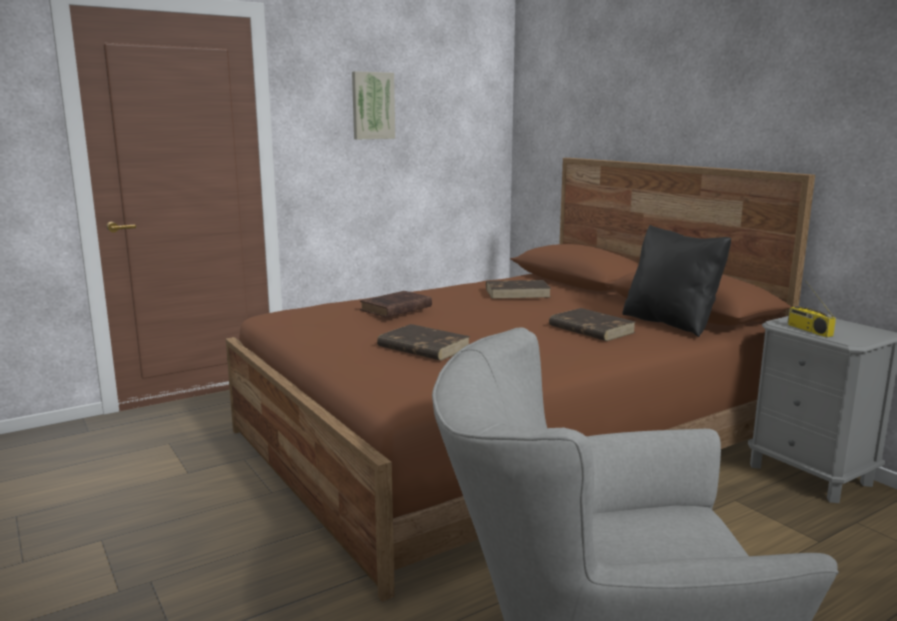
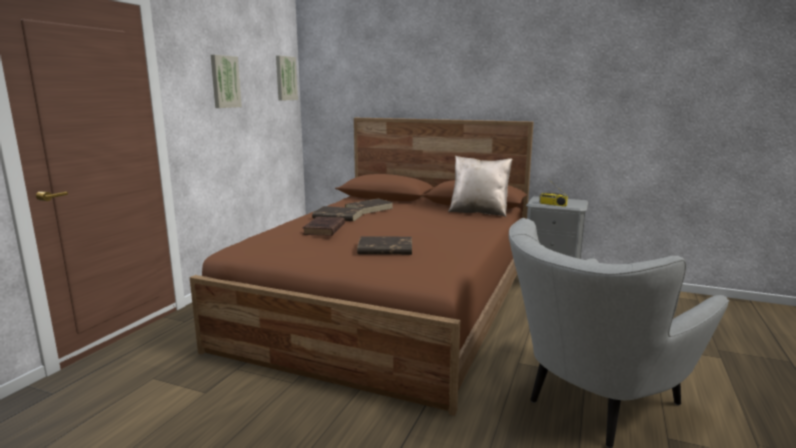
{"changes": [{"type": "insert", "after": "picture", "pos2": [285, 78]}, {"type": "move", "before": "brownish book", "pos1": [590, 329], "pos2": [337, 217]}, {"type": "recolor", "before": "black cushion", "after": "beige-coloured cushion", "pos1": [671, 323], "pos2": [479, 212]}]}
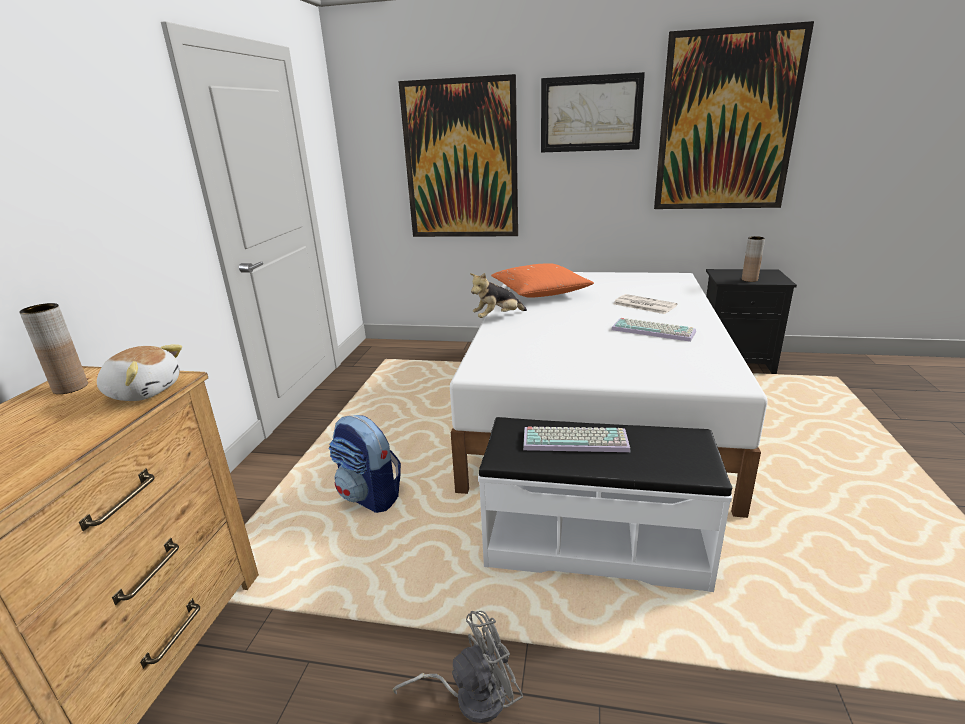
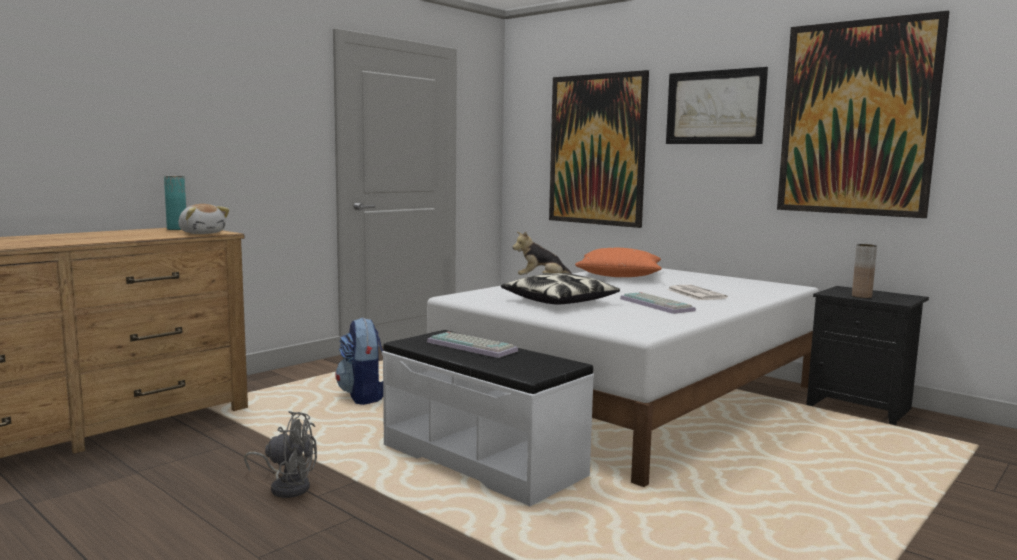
{"changes": [{"type": "recolor", "before": "brownish decorative vase", "after": "turquoise decorative vase", "pos1": [70, 387], "pos2": [177, 229]}, {"type": "insert", "after": "cushion", "pos2": [559, 301]}]}
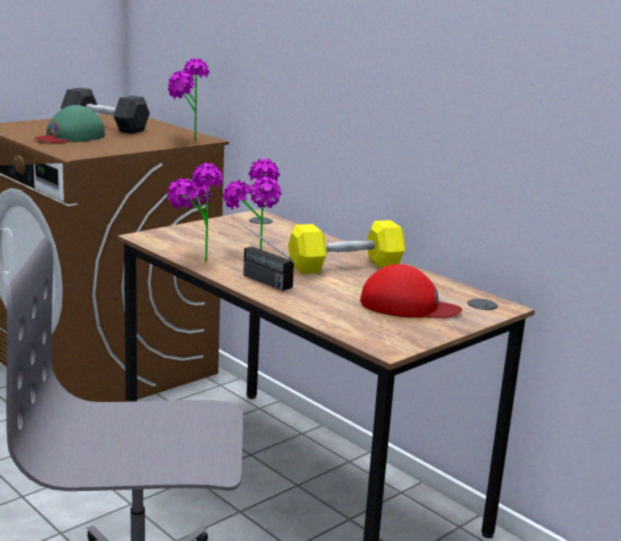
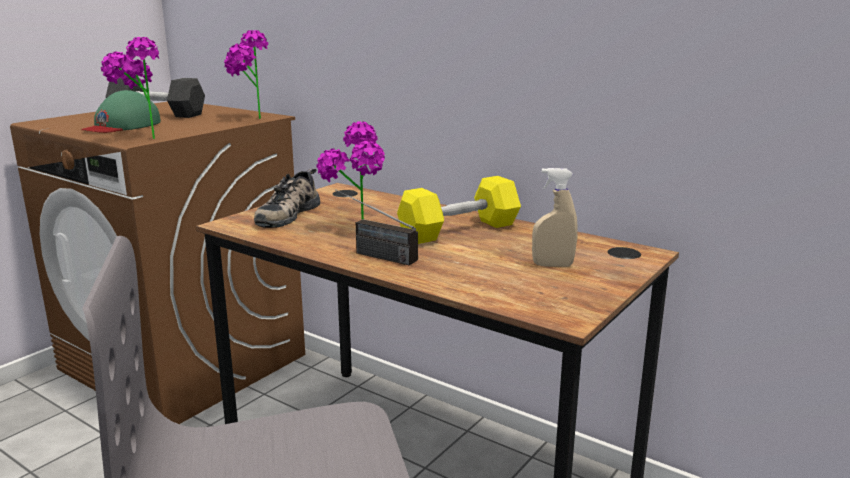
{"changes": [{"type": "move", "before": "plant in a pot", "pos1": [193, 260], "pos2": [140, 139]}, {"type": "insert", "after": "low shoe", "pos2": [287, 214]}, {"type": "replace", "before": "reddish baseball cap", "after": "beige-coloured sprayer", "pos1": [408, 306], "pos2": [552, 265]}]}
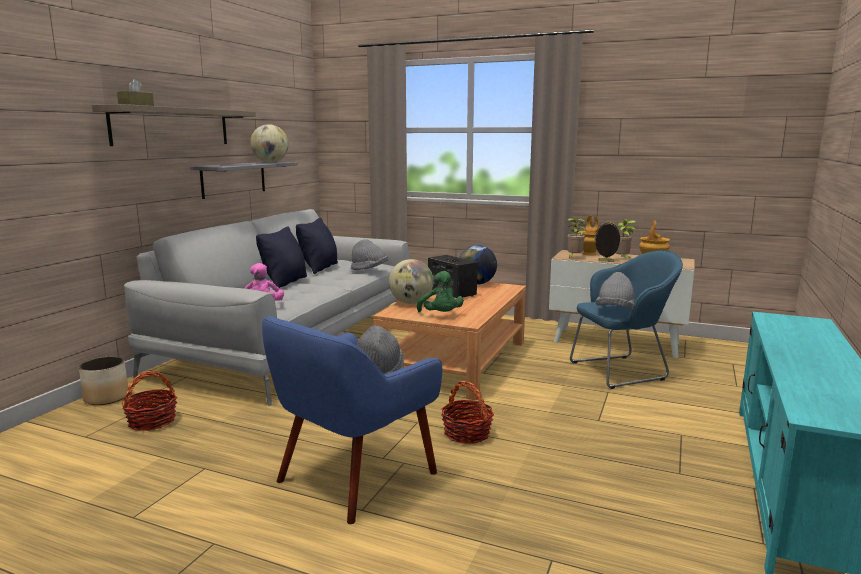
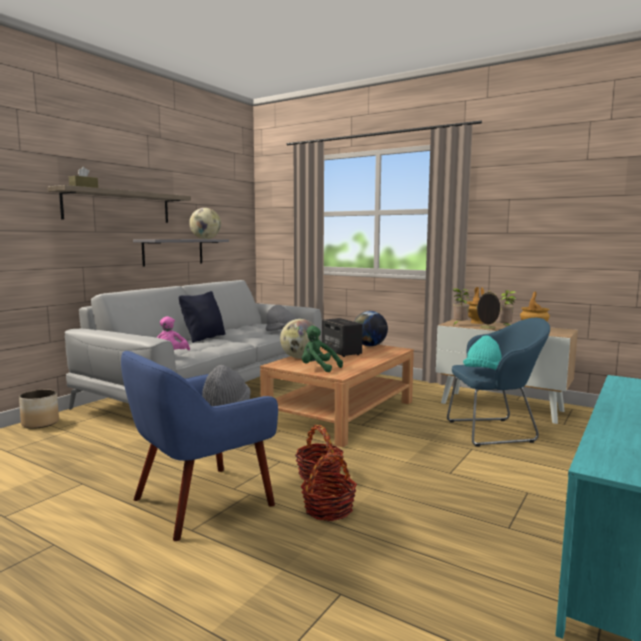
{"changes": [{"type": "move", "before": "basket", "pos1": [152, 421], "pos2": [328, 509]}, {"type": "rotate", "before": "green-coloured plush toy", "pos1": [441, 315], "pos2": [318, 368], "turn": 135}, {"type": "recolor", "before": "gray wearable hat", "after": "turquoise wearable hat", "pos1": [615, 311], "pos2": [483, 372]}, {"type": "delete", "before": "black cushion", "pos1": [319, 268]}]}
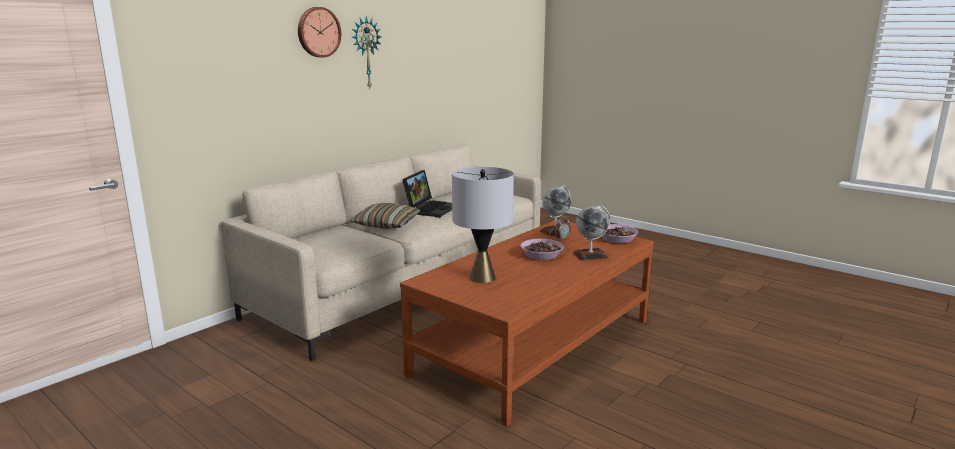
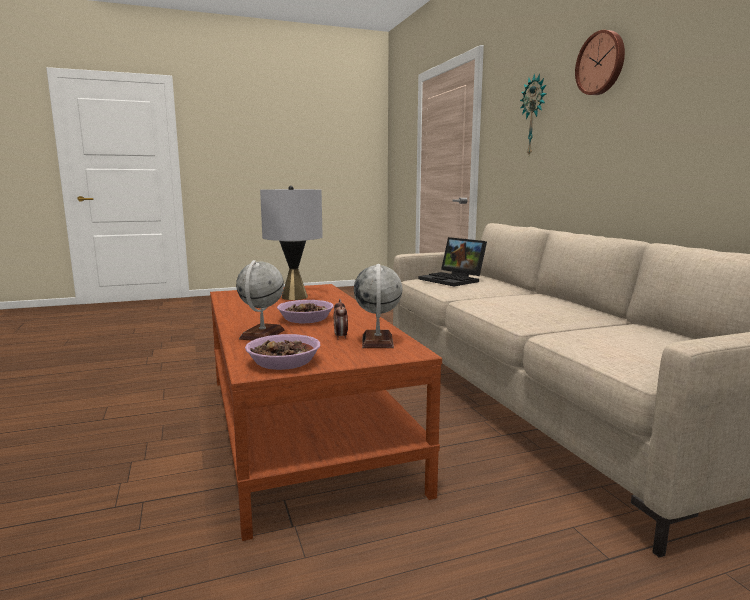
{"changes": [{"type": "move", "before": "notebook computer", "pos1": [430, 209], "pos2": [453, 280]}, {"type": "move", "before": "clock on the wall", "pos1": [365, 53], "pos2": [534, 115]}, {"type": "delete", "before": "cushion", "pos1": [387, 224]}]}
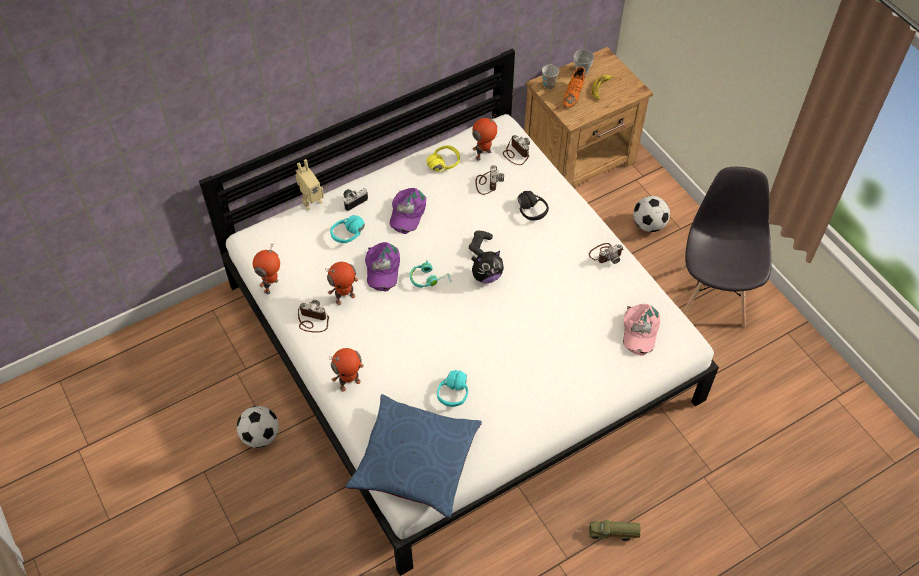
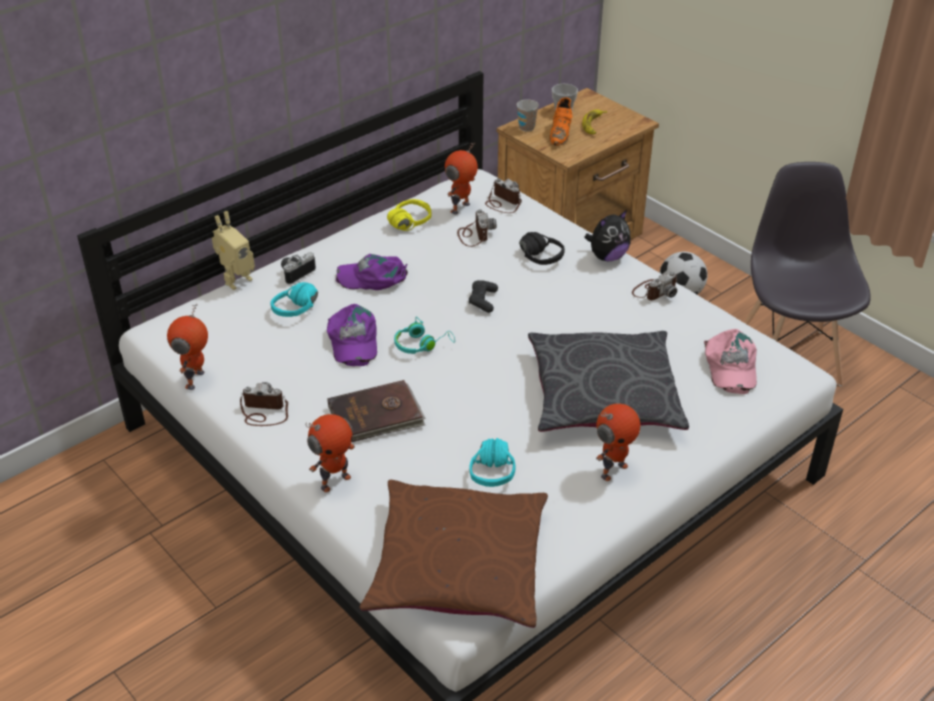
{"changes": [{"type": "insert", "after": "brownish book", "pos2": [376, 416]}, {"type": "rotate", "before": "purple-coloured baseball cap", "pos1": [407, 212], "pos2": [373, 277], "turn": 90}, {"type": "recolor", "before": "blue cushion", "after": "brownish cushion", "pos1": [415, 461], "pos2": [457, 566]}, {"type": "insert", "after": "gray cushion", "pos2": [603, 396]}, {"type": "move", "before": "plush toy", "pos1": [486, 276], "pos2": [607, 257]}, {"type": "move", "before": "model robot", "pos1": [345, 298], "pos2": [613, 470]}, {"type": "delete", "before": "ball for football", "pos1": [260, 436]}, {"type": "delete", "before": "model truck", "pos1": [613, 534]}]}
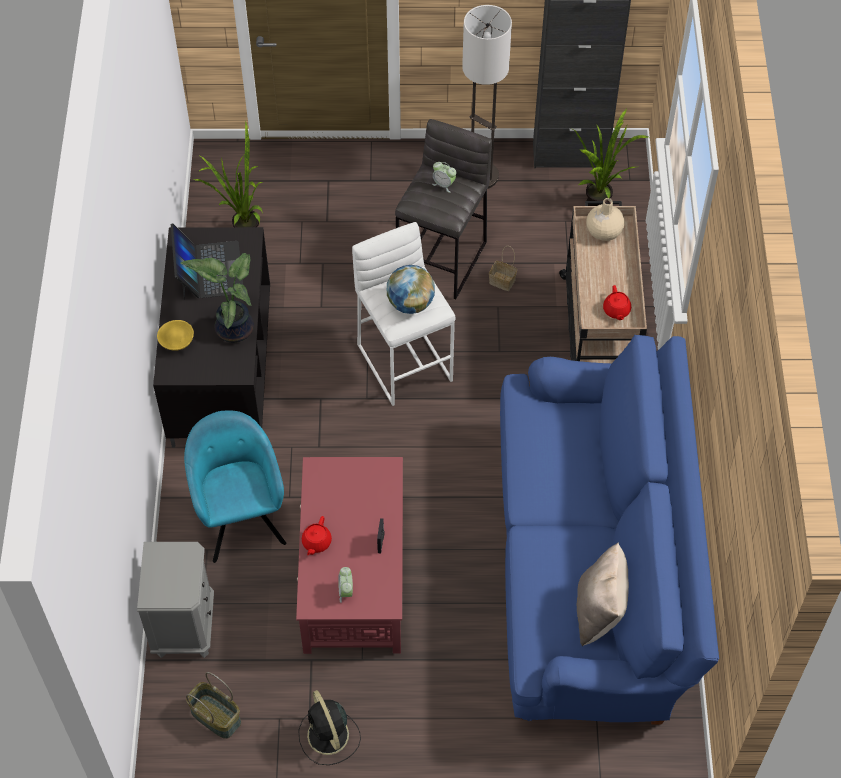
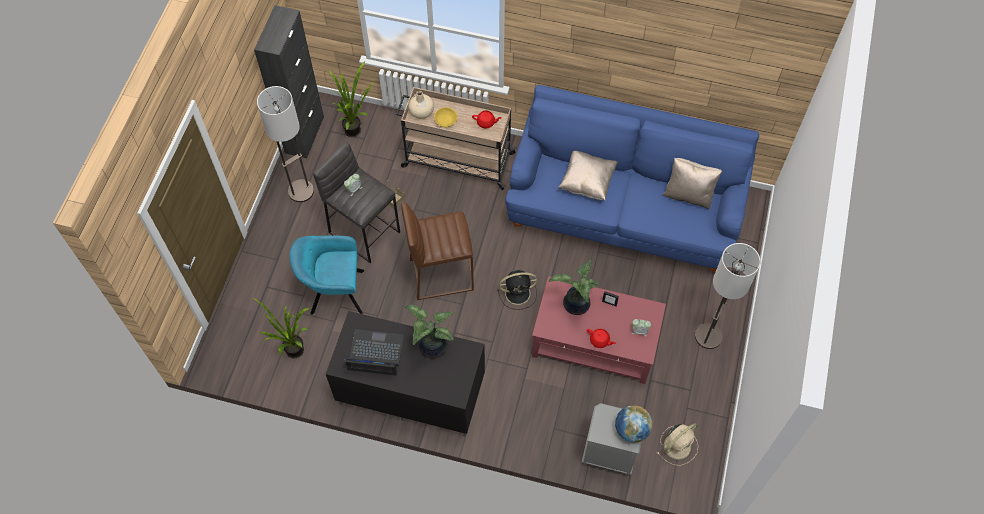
{"changes": [{"type": "move", "before": "turquoise lounge chair", "pos1": [240, 516], "pos2": [334, 292]}, {"type": "recolor", "before": "white-coloured stool", "after": "brownish stool", "pos1": [405, 361], "pos2": [440, 274]}, {"type": "move", "before": "yellow serving bowl", "pos1": [177, 342], "pos2": [446, 121]}, {"type": "move", "before": "black fan", "pos1": [329, 737], "pos2": [519, 293]}, {"type": "insert", "after": "plant in a pot", "pos2": [575, 305]}, {"type": "insert", "after": "beige-coloured cushion", "pos2": [587, 182]}, {"type": "move", "before": "desk globe", "pos1": [410, 303], "pos2": [631, 430]}, {"type": "replace", "before": "basket", "after": "beige-coloured fan", "pos1": [216, 716], "pos2": [678, 445]}, {"type": "insert", "after": "floor lamp", "pos2": [708, 336]}]}
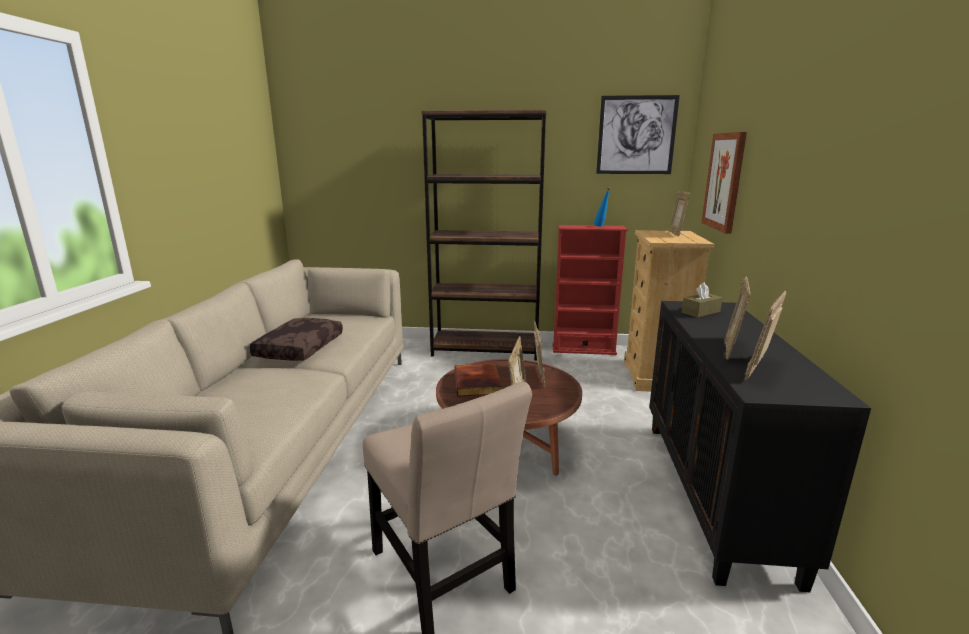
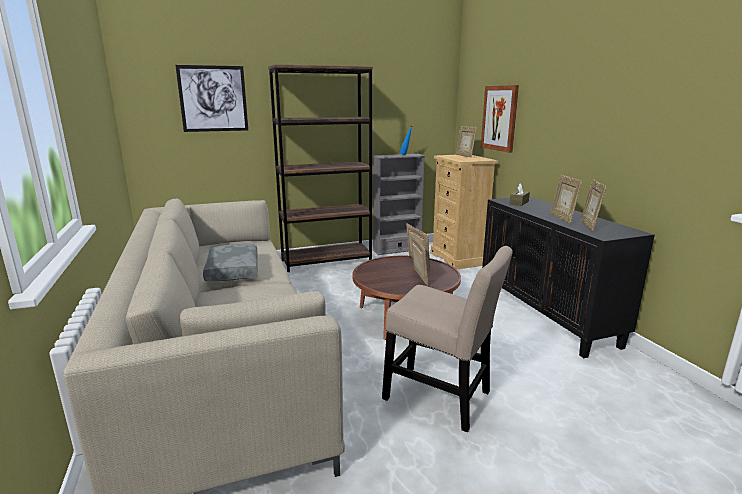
{"changes": [{"type": "move", "before": "picture", "pos1": [636, 135], "pos2": [213, 99]}, {"type": "recolor", "before": "brownish cushion", "after": "gray cushion", "pos1": [299, 348], "pos2": [232, 270]}, {"type": "recolor", "before": "reddish bookshelf", "after": "gray bookshelf", "pos1": [583, 349], "pos2": [397, 250]}, {"type": "delete", "before": "book", "pos1": [478, 383]}]}
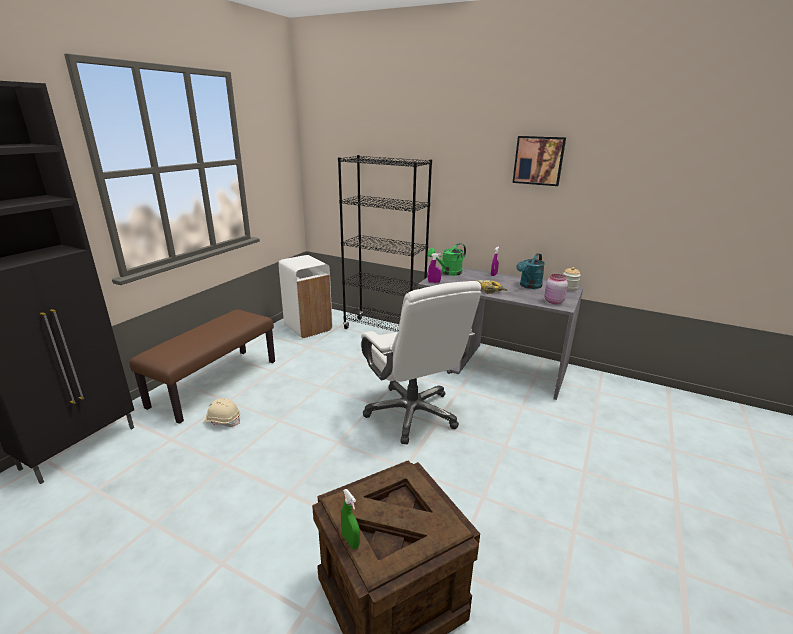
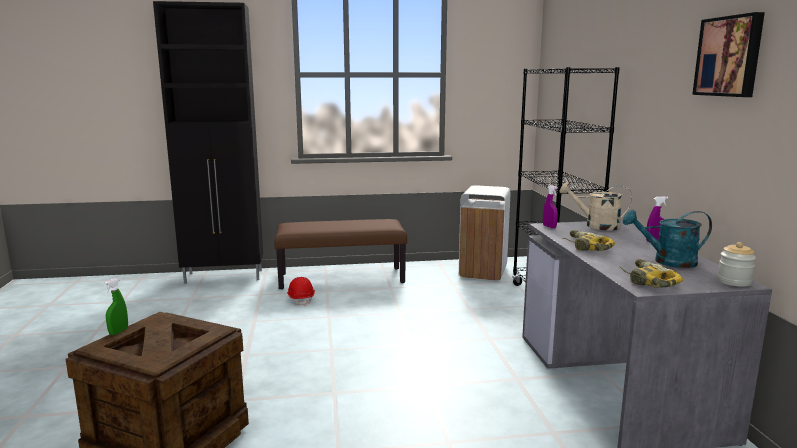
{"changes": [{"type": "recolor", "before": "beige-coloured safety helmet", "after": "reddish safety helmet", "pos1": [222, 420], "pos2": [301, 299]}, {"type": "recolor", "before": "green-coloured watering pot", "after": "beige-coloured watering pot", "pos1": [448, 273], "pos2": [596, 226]}, {"type": "replace", "before": "pink jar", "after": "drill", "pos1": [553, 301], "pos2": [646, 281]}, {"type": "delete", "before": "white-coloured desk chair", "pos1": [412, 413]}]}
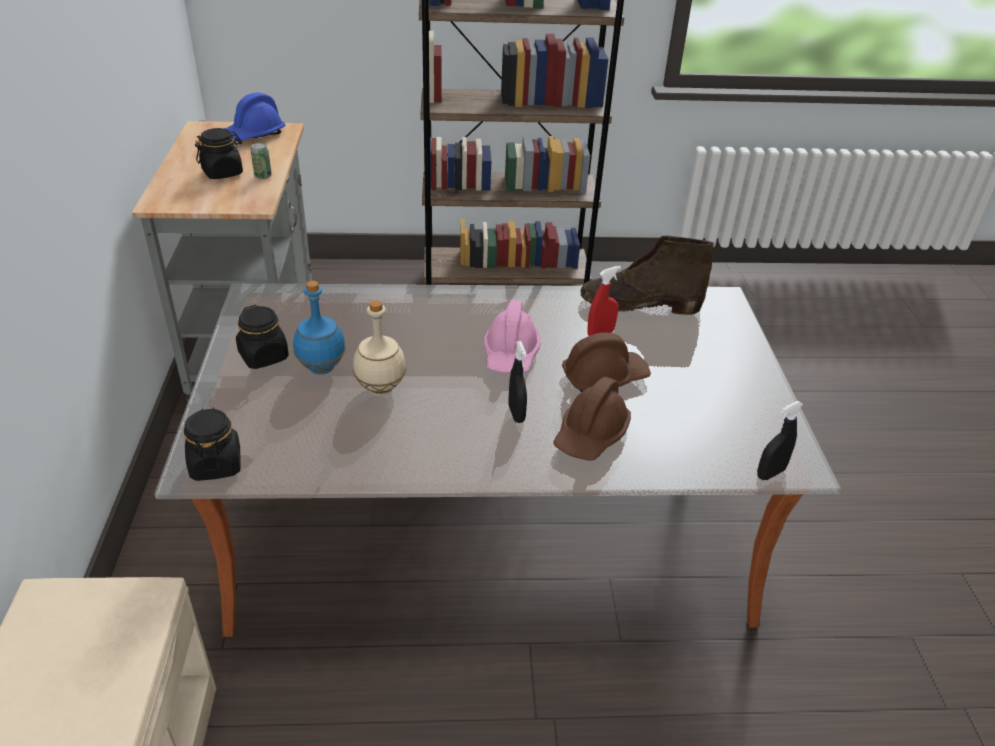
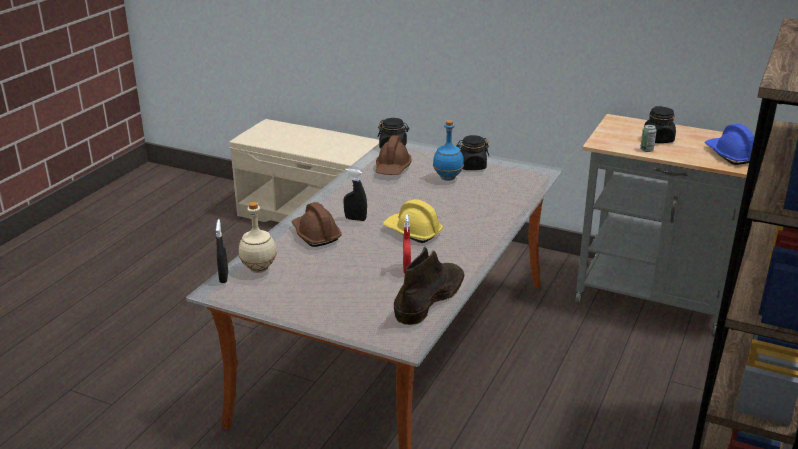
{"changes": [{"type": "move", "before": "beige-coloured drink bottle", "pos1": [380, 389], "pos2": [258, 269]}, {"type": "move", "before": "brownish safety helmet", "pos1": [604, 377], "pos2": [393, 168]}, {"type": "recolor", "before": "pink safety helmet", "after": "yellow safety helmet", "pos1": [511, 354], "pos2": [412, 232]}]}
